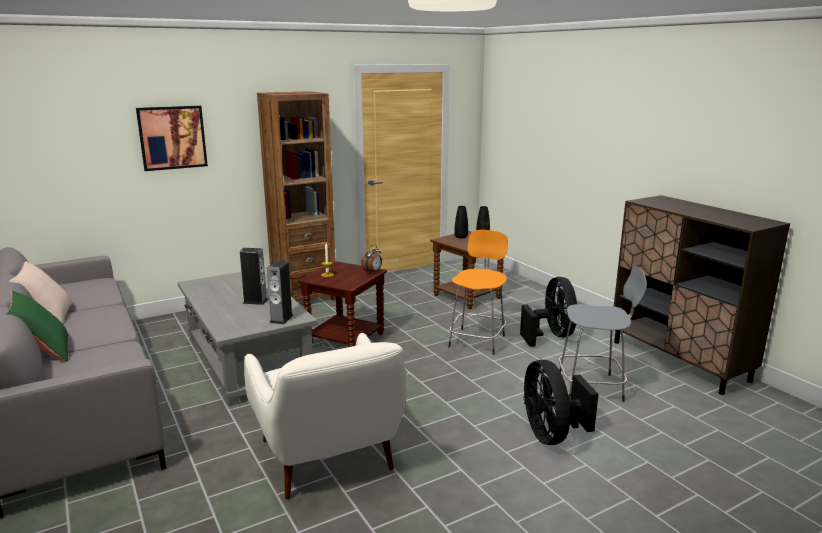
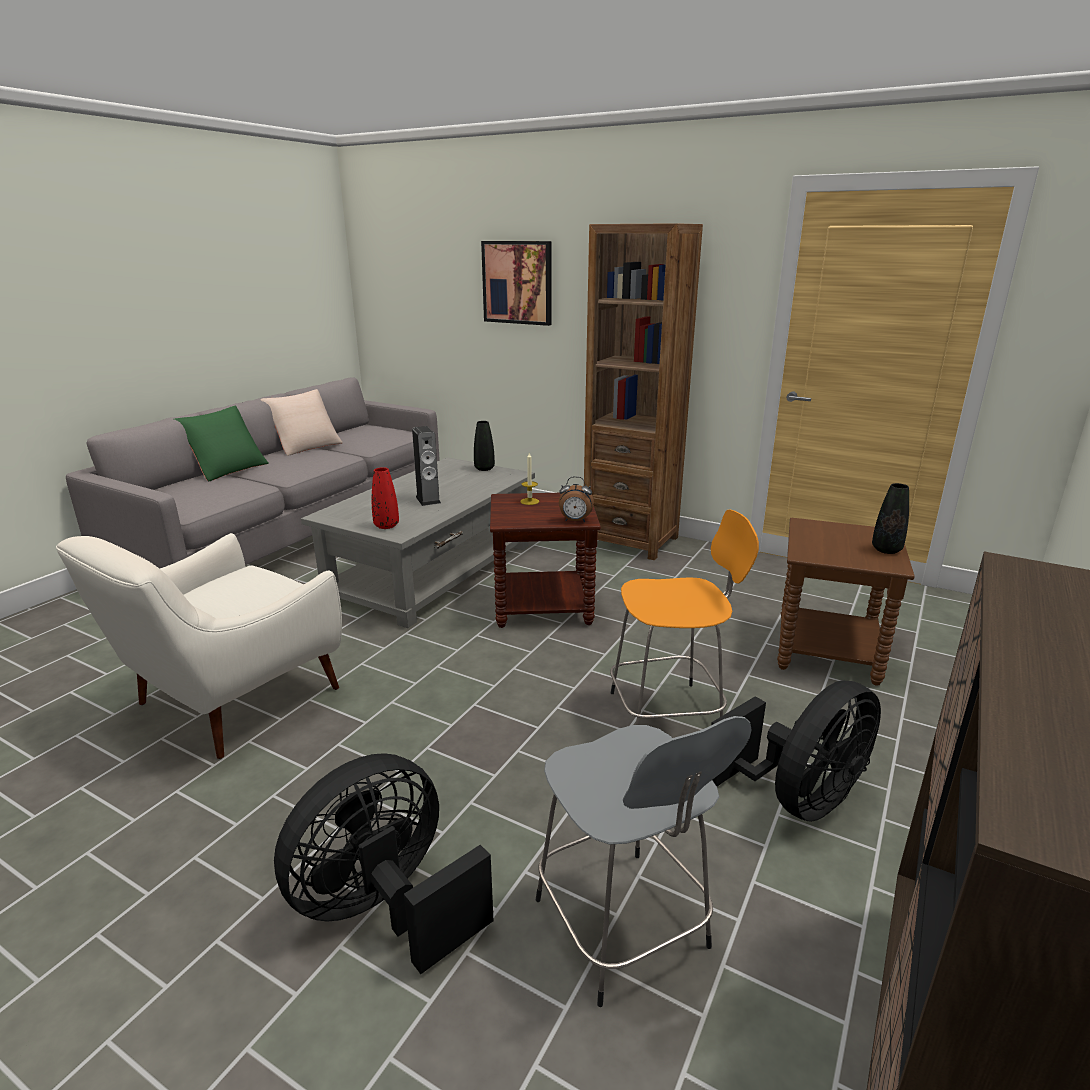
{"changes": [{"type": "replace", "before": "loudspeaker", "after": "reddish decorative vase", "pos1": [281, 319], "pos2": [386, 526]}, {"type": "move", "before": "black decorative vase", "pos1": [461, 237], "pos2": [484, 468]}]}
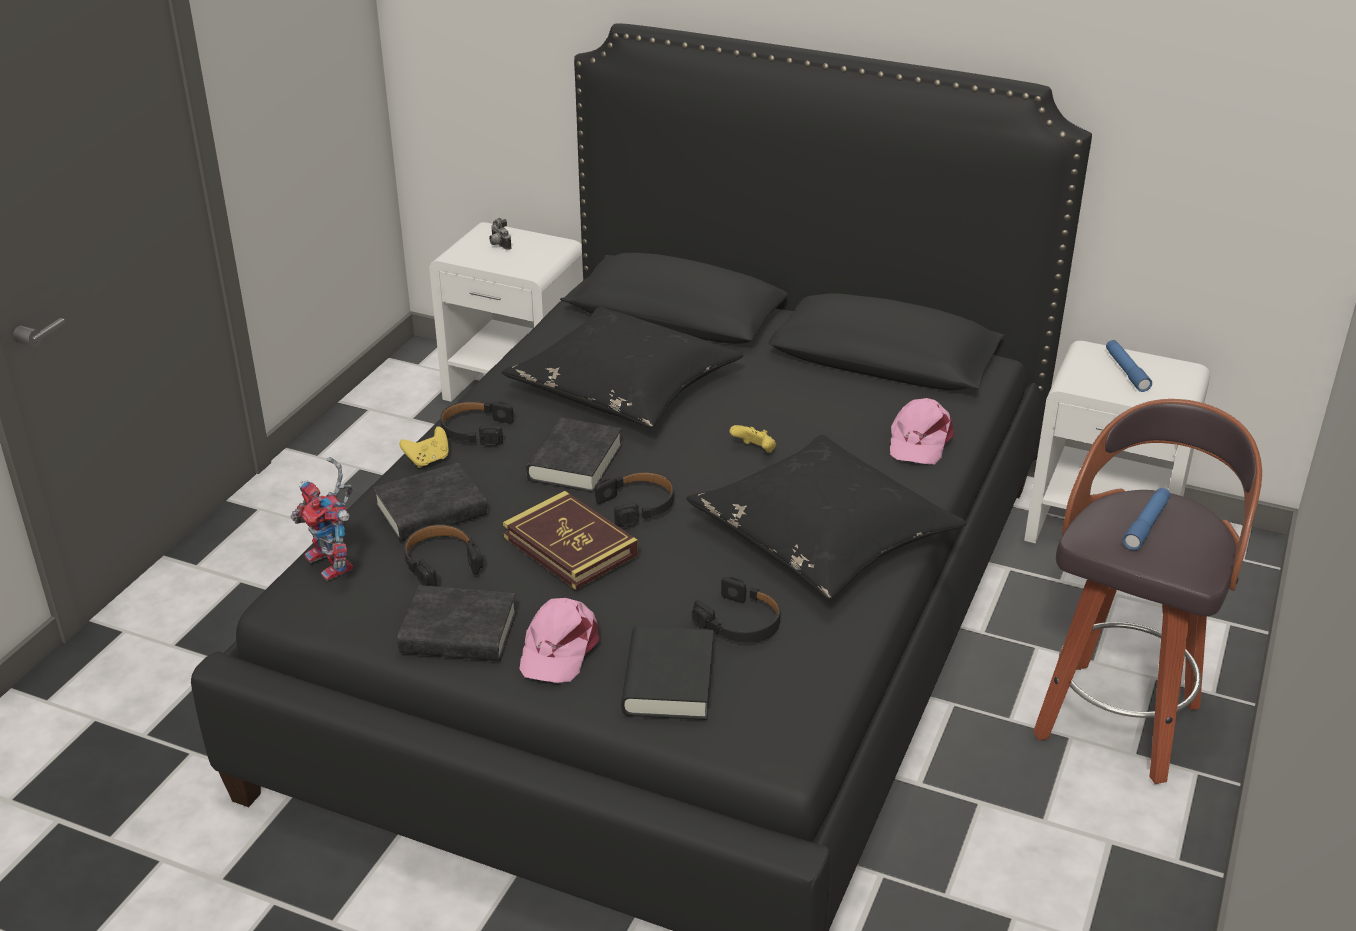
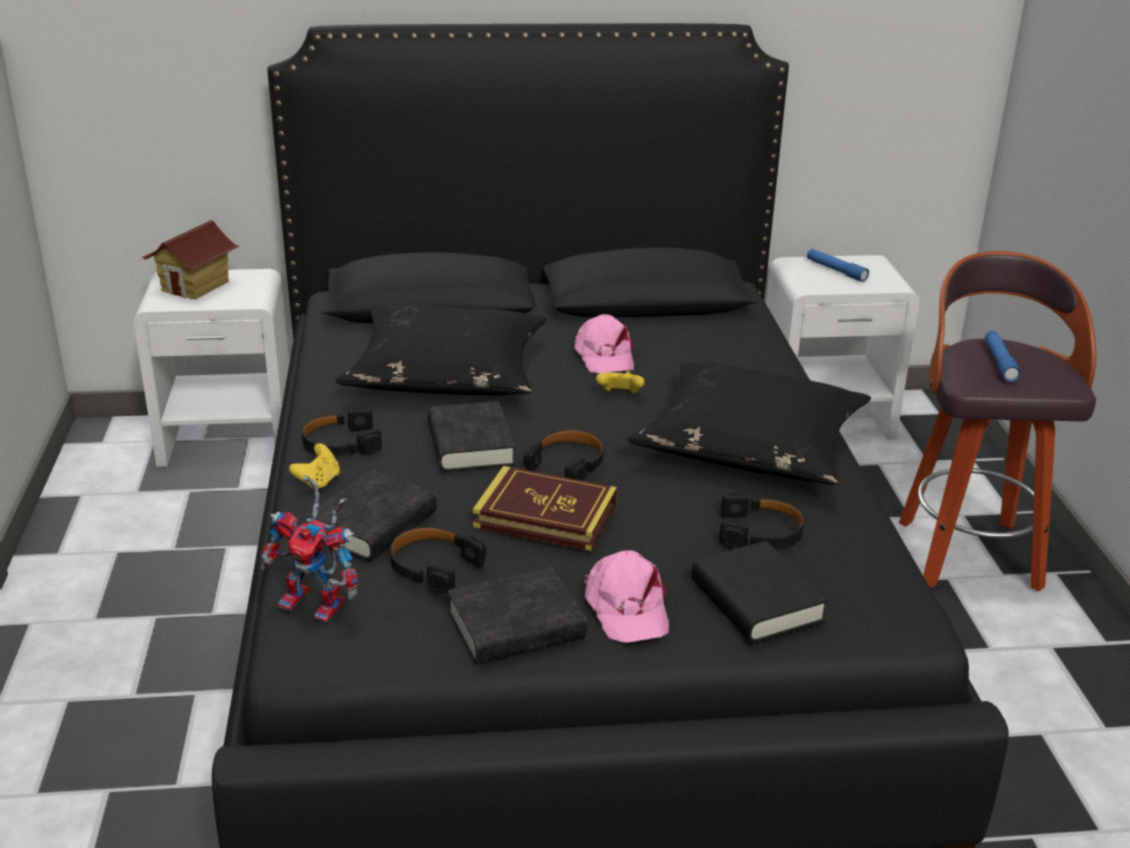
{"changes": [{"type": "replace", "before": "photo camera", "after": "miniature house", "pos1": [498, 245], "pos2": [196, 286]}, {"type": "move", "before": "pink baseball cap", "pos1": [919, 441], "pos2": [604, 356]}]}
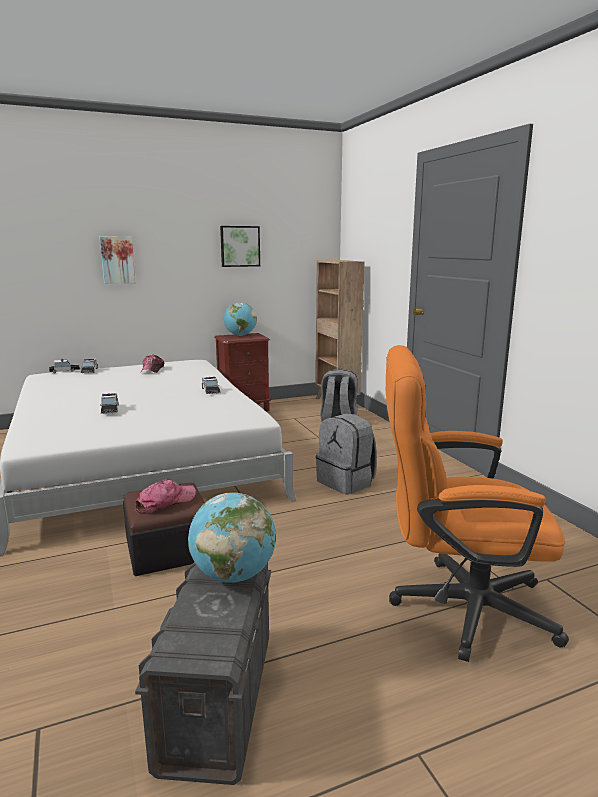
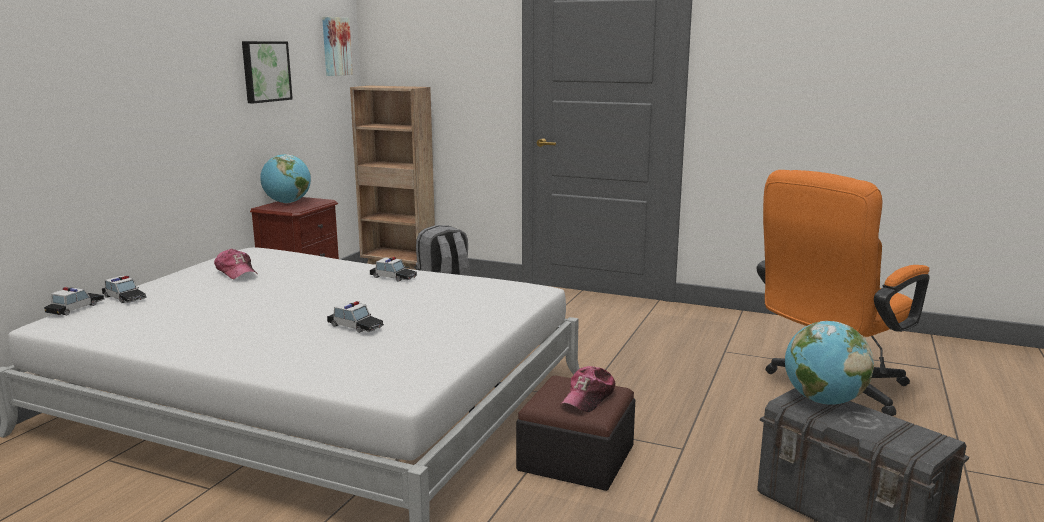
{"changes": [{"type": "move", "before": "picture", "pos1": [117, 260], "pos2": [335, 46]}, {"type": "rotate", "before": "baseball cap", "pos1": [165, 502], "pos2": [588, 397], "turn": -150}, {"type": "delete", "before": "gray knapsack", "pos1": [346, 482]}]}
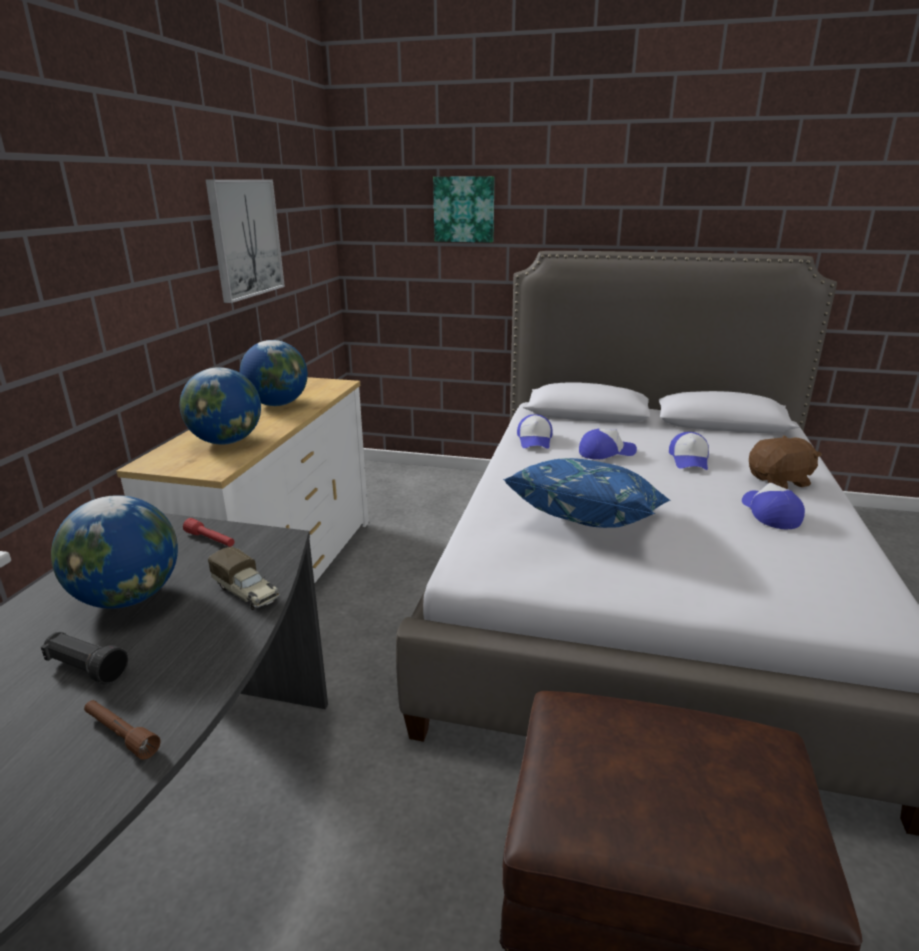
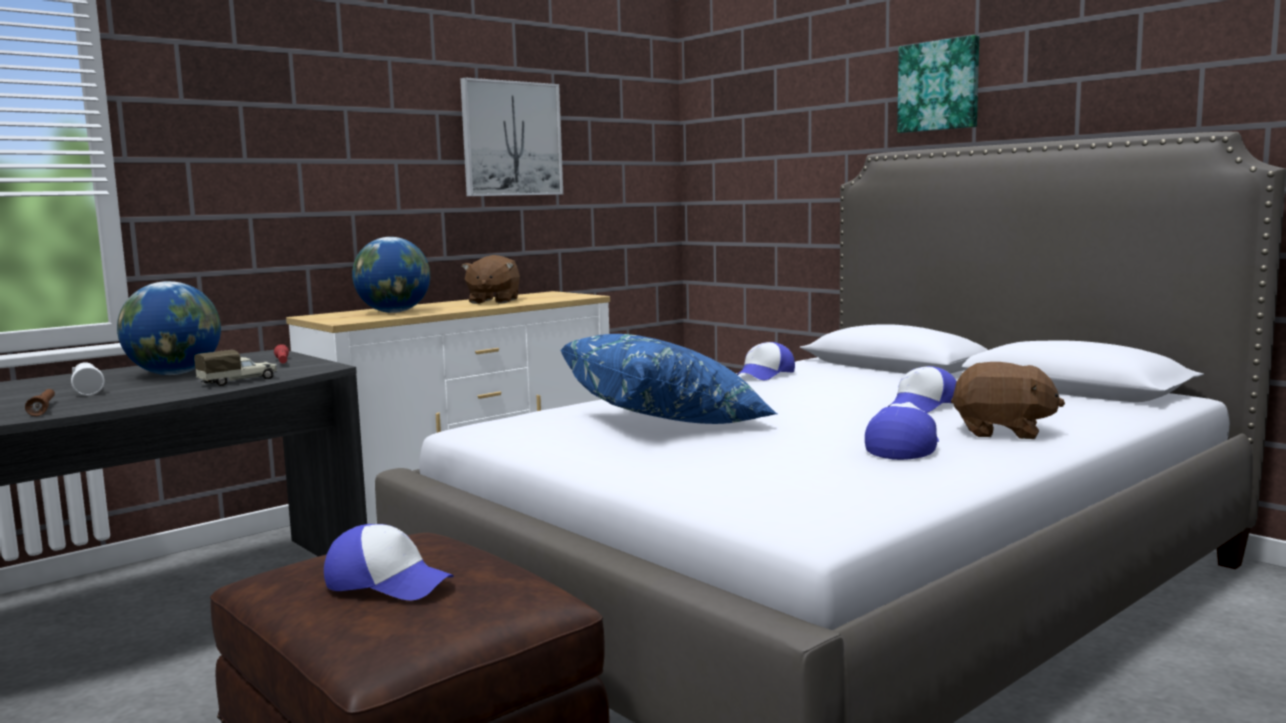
{"changes": [{"type": "recolor", "before": "black torch", "after": "white-coloured torch", "pos1": [87, 669], "pos2": [88, 390]}, {"type": "rotate", "before": "model truck", "pos1": [247, 593], "pos2": [239, 381], "turn": -120}, {"type": "move", "before": "baseball cap", "pos1": [606, 452], "pos2": [388, 583]}, {"type": "replace", "before": "desk globe", "after": "brownish plush toy", "pos1": [278, 404], "pos2": [493, 301]}, {"type": "move", "before": "picture", "pos1": [464, 209], "pos2": [939, 86]}]}
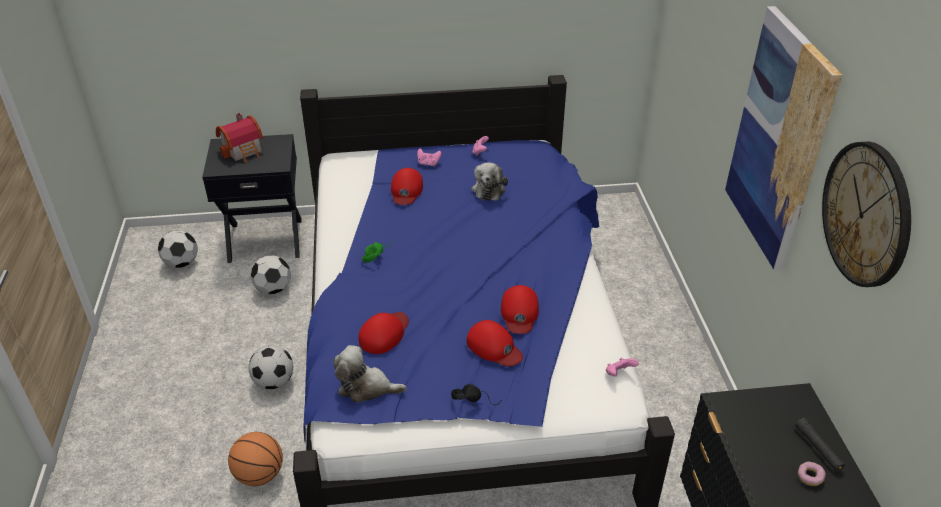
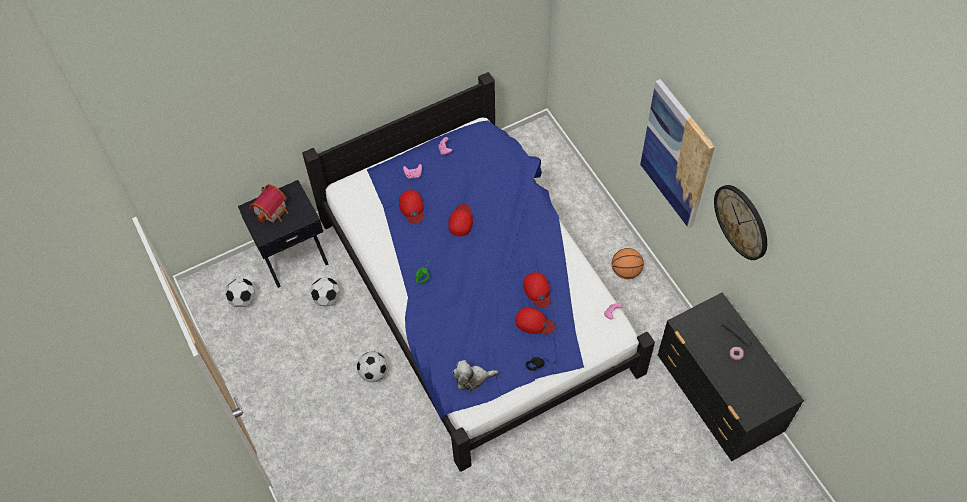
{"changes": [{"type": "move", "before": "reddish baseball cap", "pos1": [384, 333], "pos2": [461, 221]}, {"type": "move", "before": "basketball", "pos1": [259, 475], "pos2": [626, 271]}, {"type": "delete", "before": "plush toy", "pos1": [488, 189]}]}
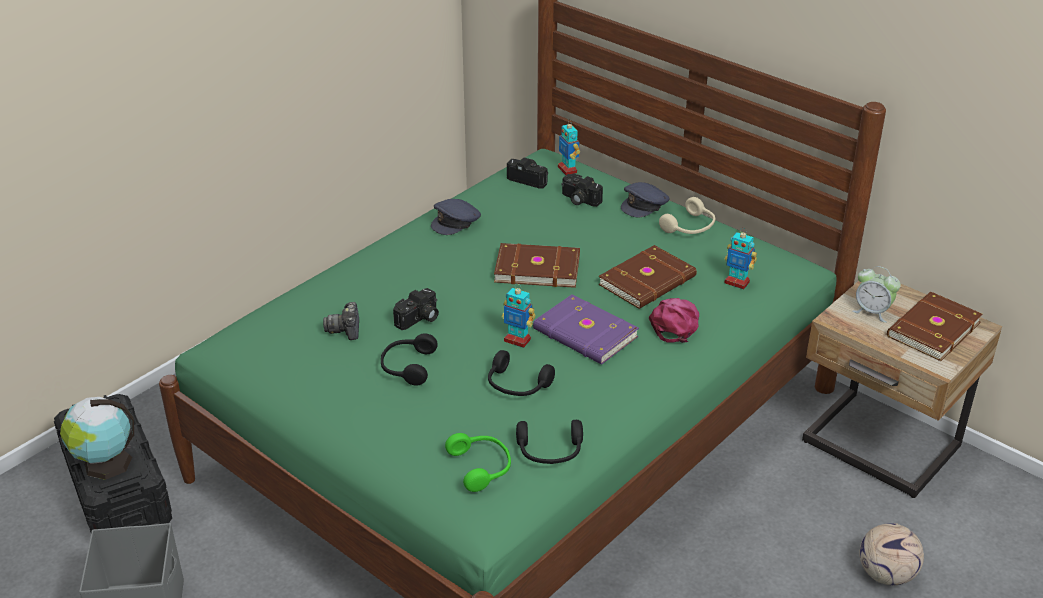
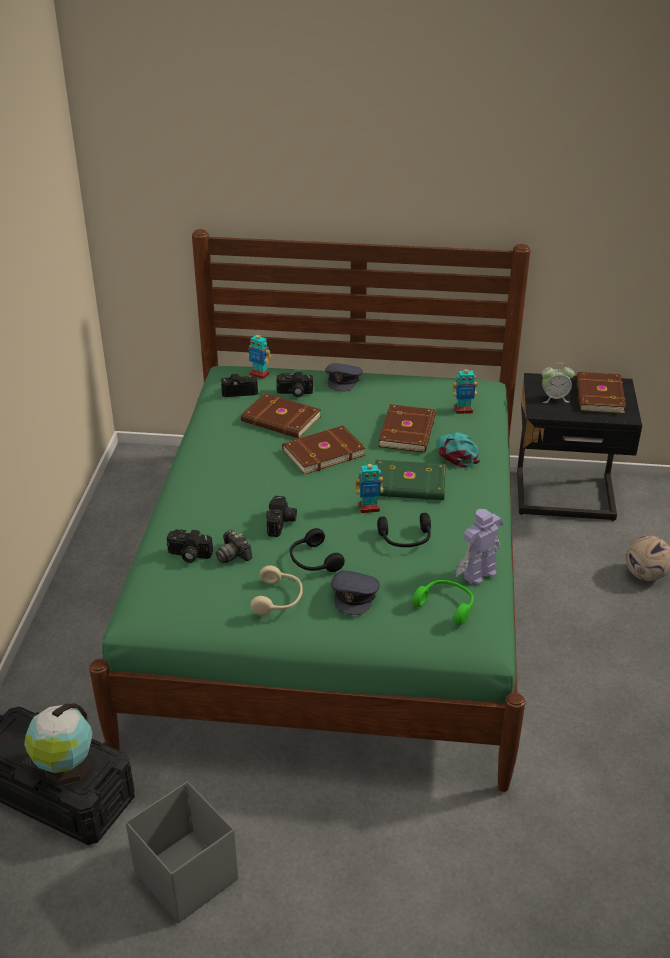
{"changes": [{"type": "insert", "after": "photo camera", "pos2": [188, 555]}, {"type": "insert", "after": "brownish book", "pos2": [281, 420]}, {"type": "move", "before": "beige-coloured headset", "pos1": [690, 227], "pos2": [279, 599]}, {"type": "move", "before": "gray baseball cap", "pos1": [456, 222], "pos2": [355, 595]}, {"type": "recolor", "before": "purple-coloured book", "after": "green-coloured book", "pos1": [584, 334], "pos2": [409, 485]}, {"type": "recolor", "before": "pink baseball cap", "after": "turquoise baseball cap", "pos1": [675, 323], "pos2": [457, 453]}, {"type": "replace", "before": "black headset", "after": "model robot", "pos1": [550, 452], "pos2": [478, 574]}, {"type": "recolor", "before": "beige-coloured night table", "after": "black night table", "pos1": [879, 447], "pos2": [565, 498]}]}
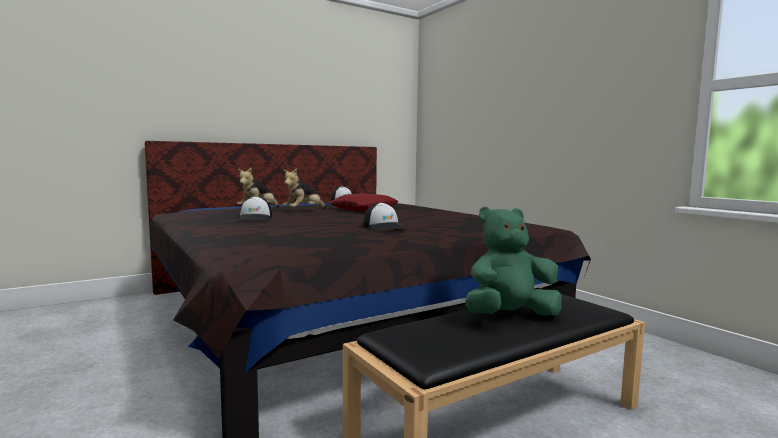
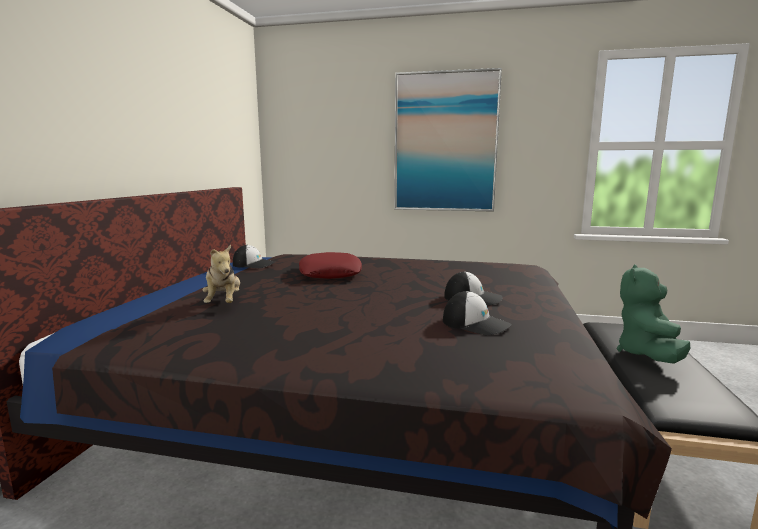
{"changes": [{"type": "insert", "after": "picture", "pos2": [445, 142]}, {"type": "move", "before": "baseball cap", "pos1": [255, 219], "pos2": [476, 324]}, {"type": "delete", "before": "plush toy", "pos1": [303, 211]}]}
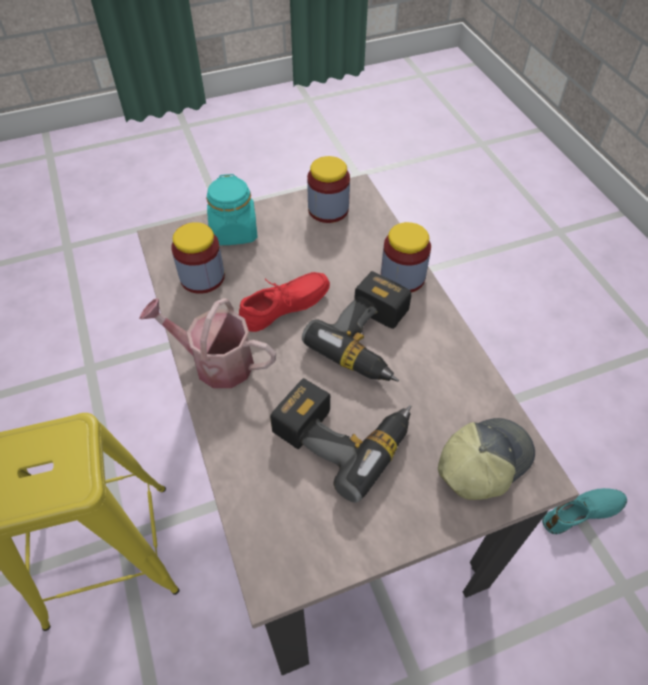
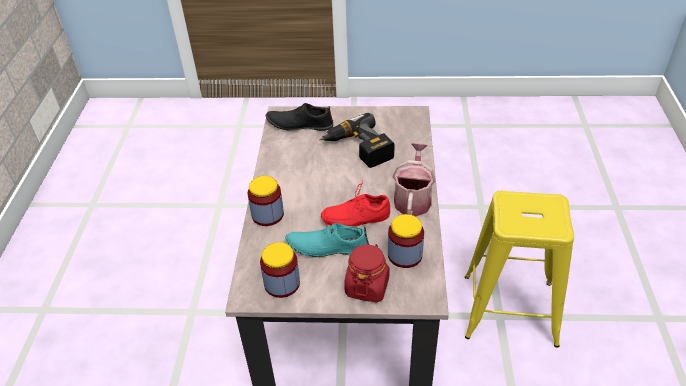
{"changes": [{"type": "replace", "before": "baseball cap", "after": "black low shoe", "pos1": [482, 462], "pos2": [299, 124]}, {"type": "move", "before": "turquoise low shoe", "pos1": [582, 513], "pos2": [327, 247]}, {"type": "recolor", "before": "turquoise jar", "after": "reddish jar", "pos1": [234, 231], "pos2": [367, 286]}, {"type": "rotate", "before": "watering pot", "pos1": [215, 362], "pos2": [413, 198], "turn": -120}, {"type": "delete", "before": "drill", "pos1": [371, 340]}]}
